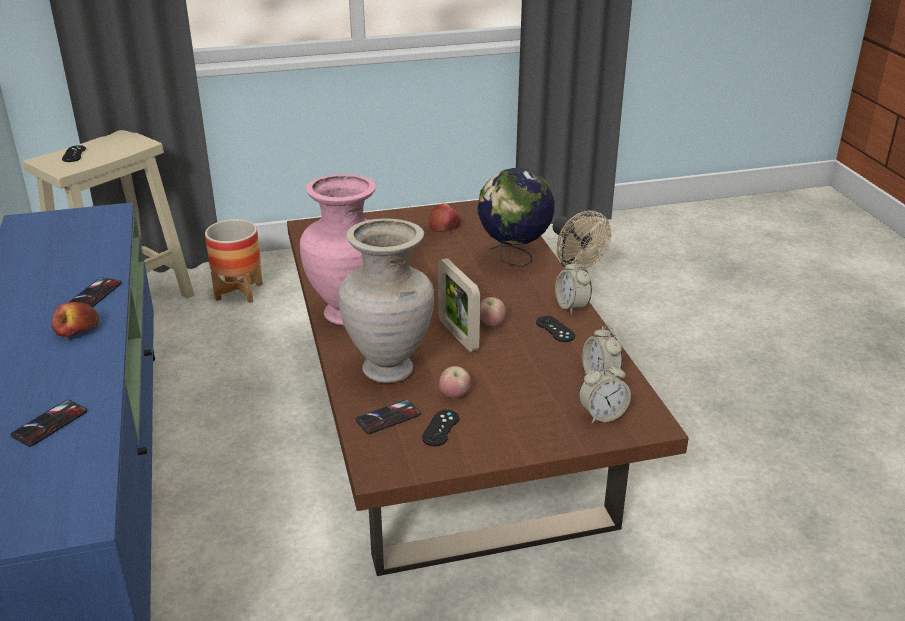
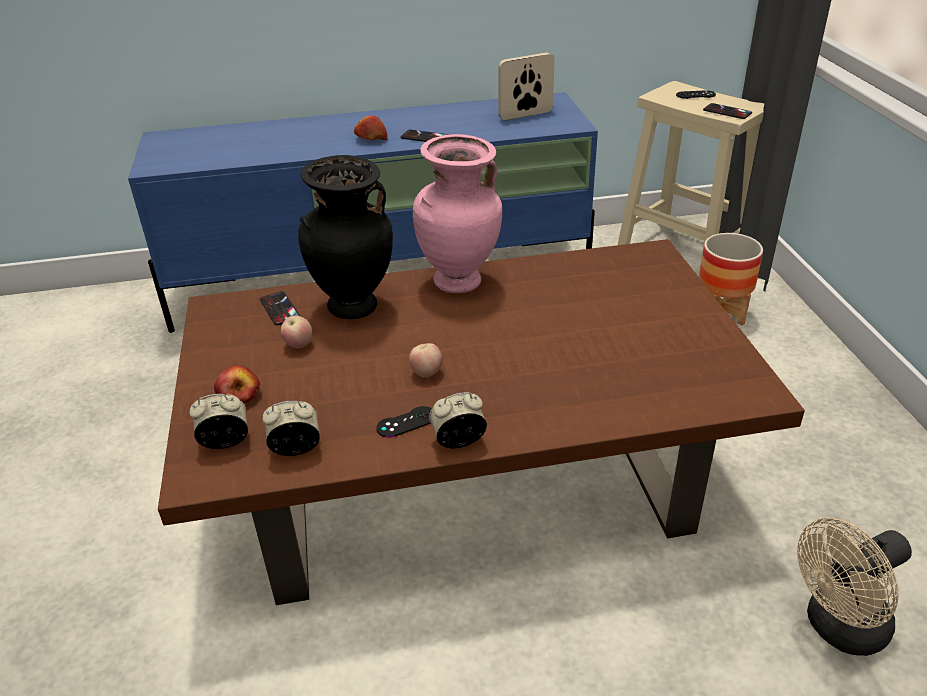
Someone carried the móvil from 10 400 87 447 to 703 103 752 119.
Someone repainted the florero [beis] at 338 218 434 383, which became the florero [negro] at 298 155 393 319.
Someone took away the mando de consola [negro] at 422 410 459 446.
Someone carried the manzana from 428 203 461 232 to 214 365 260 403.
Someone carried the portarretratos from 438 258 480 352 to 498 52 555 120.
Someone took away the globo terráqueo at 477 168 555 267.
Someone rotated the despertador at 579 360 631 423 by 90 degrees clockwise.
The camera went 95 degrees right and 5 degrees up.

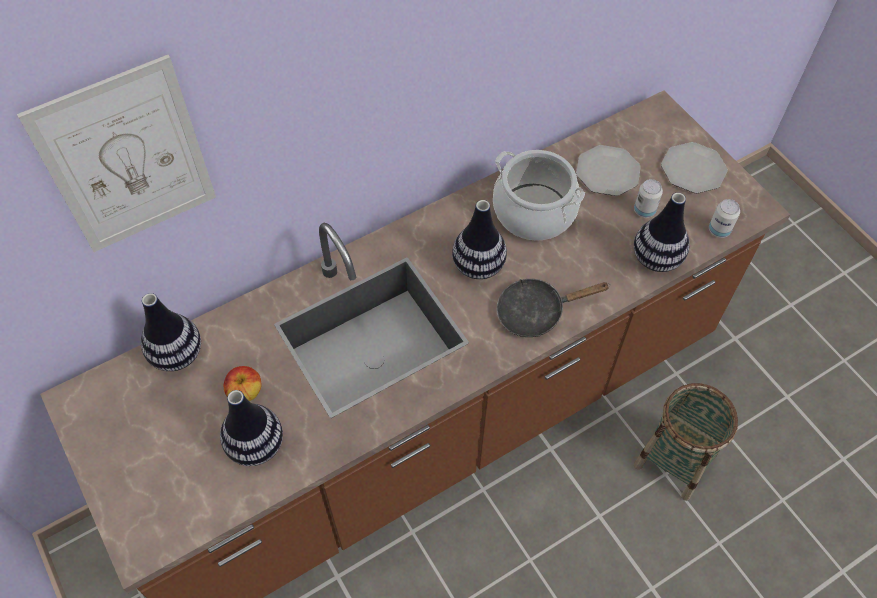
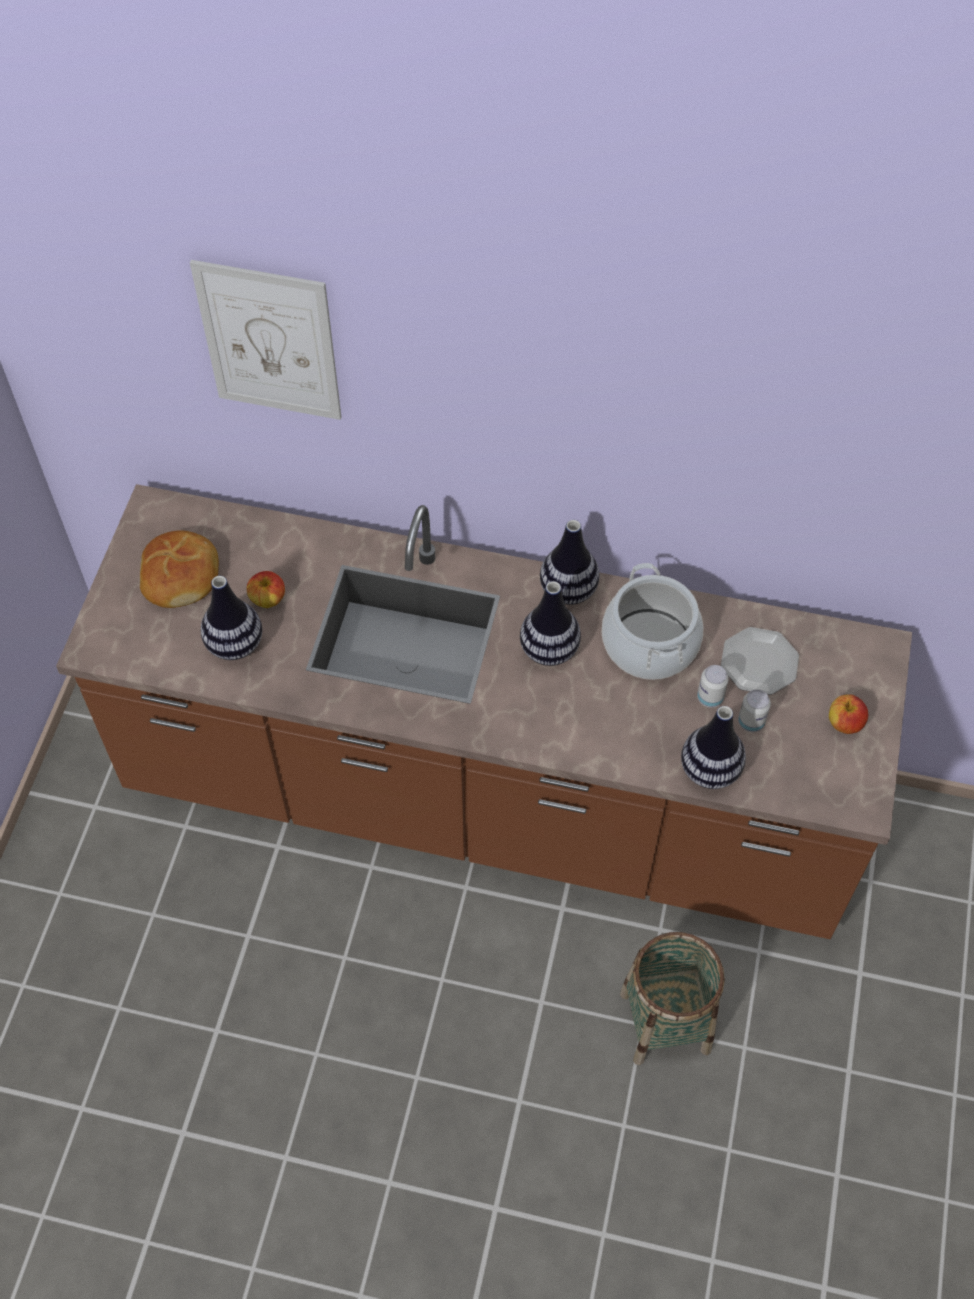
Someone carried the florero from 141 293 201 371 to 540 520 599 605.
Someone took away the sartén [negro] at 497 279 610 337.
Someone swapped the plato at 661 142 728 193 for the manzana at 829 694 868 734.
Someone carried the lata from 709 199 740 238 to 697 665 729 708.
Someone put down the pan at 140 530 219 608.
The camera went 45 degrees right and 0 degrees up.

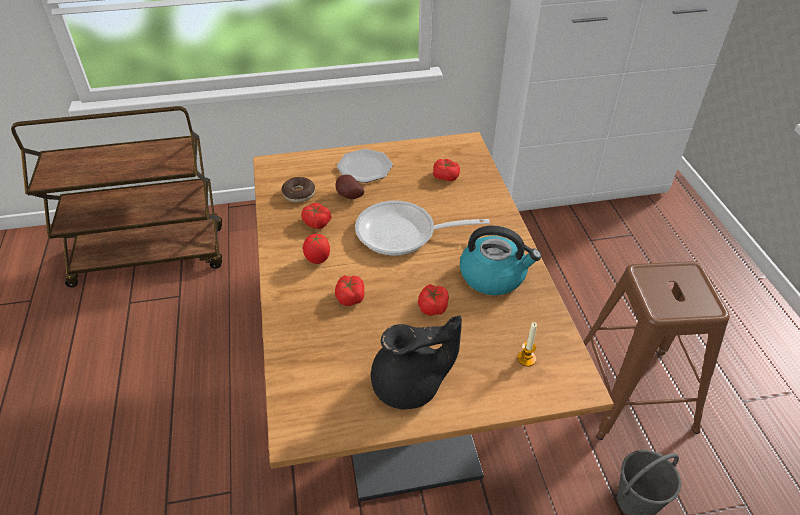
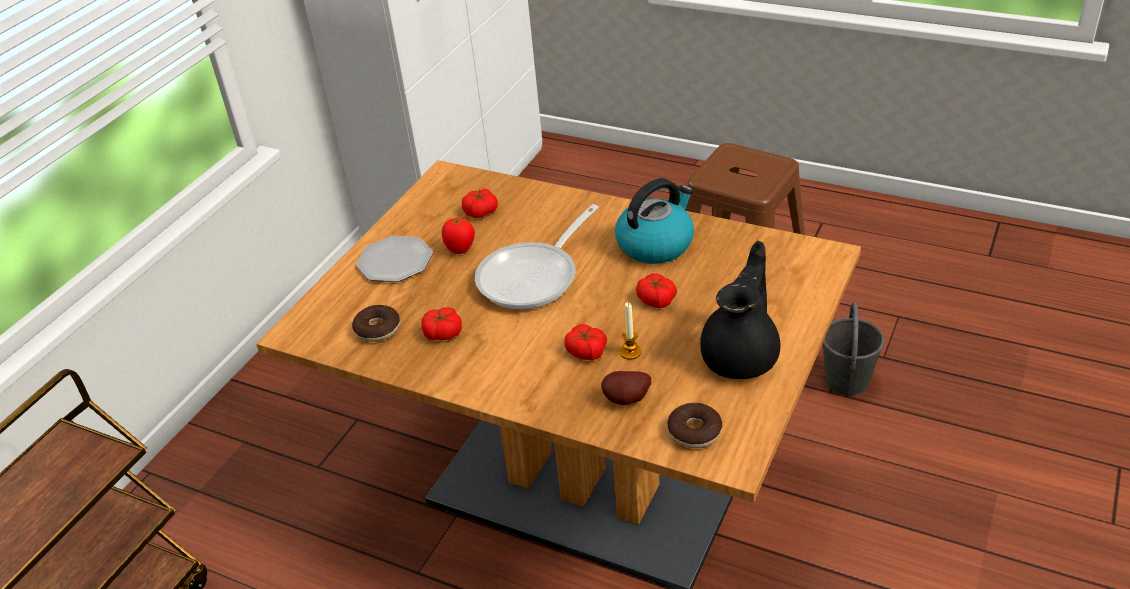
Someone carried the tomate from 303 234 330 264 to 442 218 475 254.
Someone carried the patata from 336 174 364 199 to 601 371 651 405.
Someone carried the vela from 517 322 537 367 to 620 302 641 360.
Someone put down the rosquilla at 667 403 722 448.
The camera went 50 degrees left and 5 degrees down.

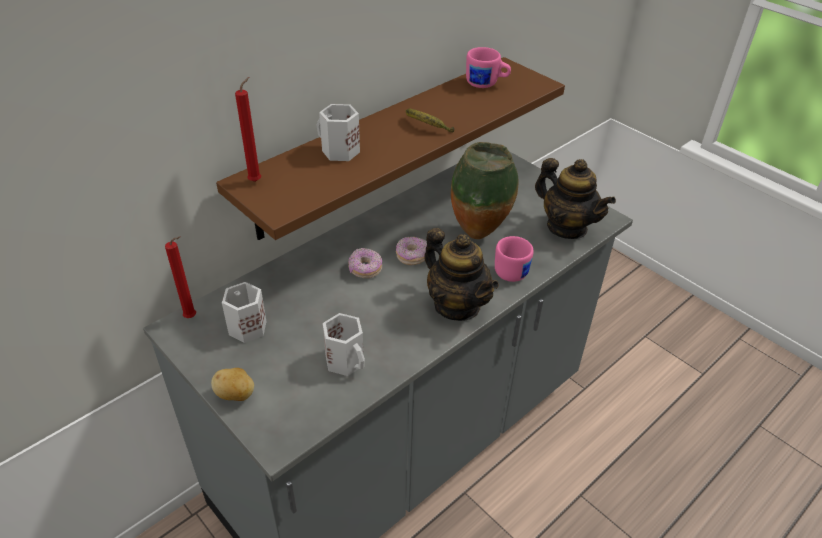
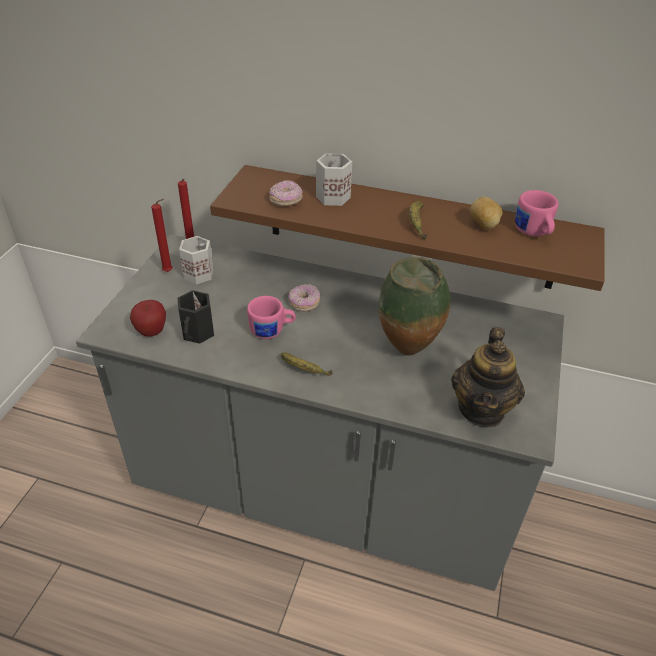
Someone carried the patata from 211 368 254 401 to 470 197 503 230.
Someone carried the vela [rojo] from 235 77 261 182 to 151 199 173 272.
Someone repainted the taza grande [blanco] at 323 313 365 376, which became the taza grande [negro] at 177 290 214 344.
Someone carried the rosquilla from 396 237 427 265 to 269 180 303 206.
Someone swapped the tetera at 424 228 499 321 for the plátano at 280 352 333 376.
Someone carried the taza grande [rosa] from 495 236 534 282 to 247 296 296 339.
Someone put down the manzana at 130 300 166 337.
The camera went 60 degrees right and 0 degrees up.

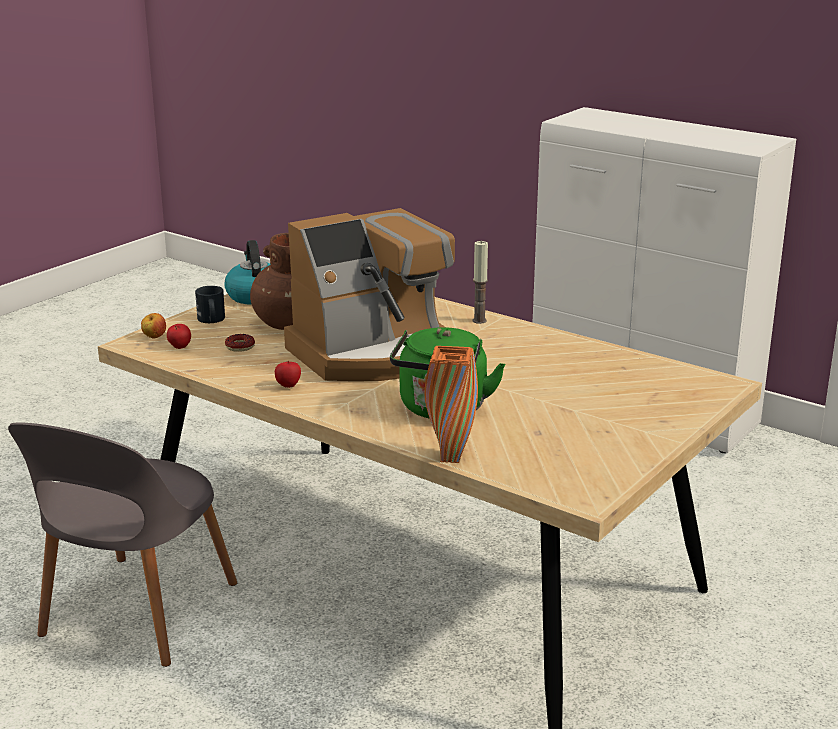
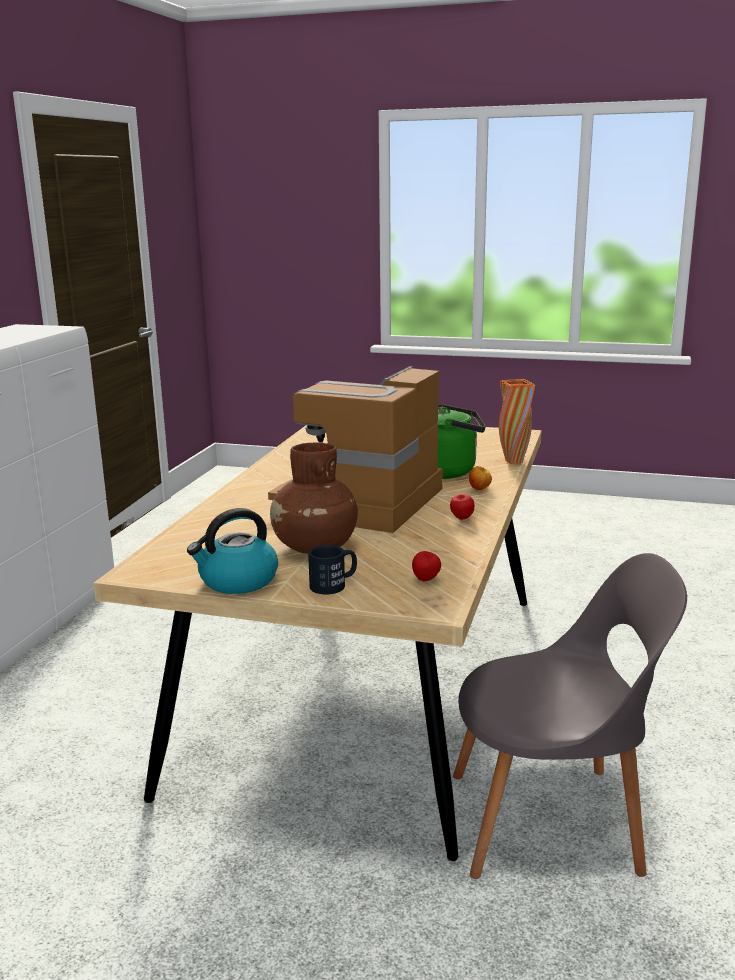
Someone carried the manzana from 141 313 166 339 to 469 466 492 490.
Someone took away the rosquilla at 225 334 255 352.
Someone rotated the cafetera at 284 208 455 381 by 105 degrees counterclockwise.
Someone took away the vela at 473 241 488 324.
The camera went 110 degrees left and 5 degrees down.

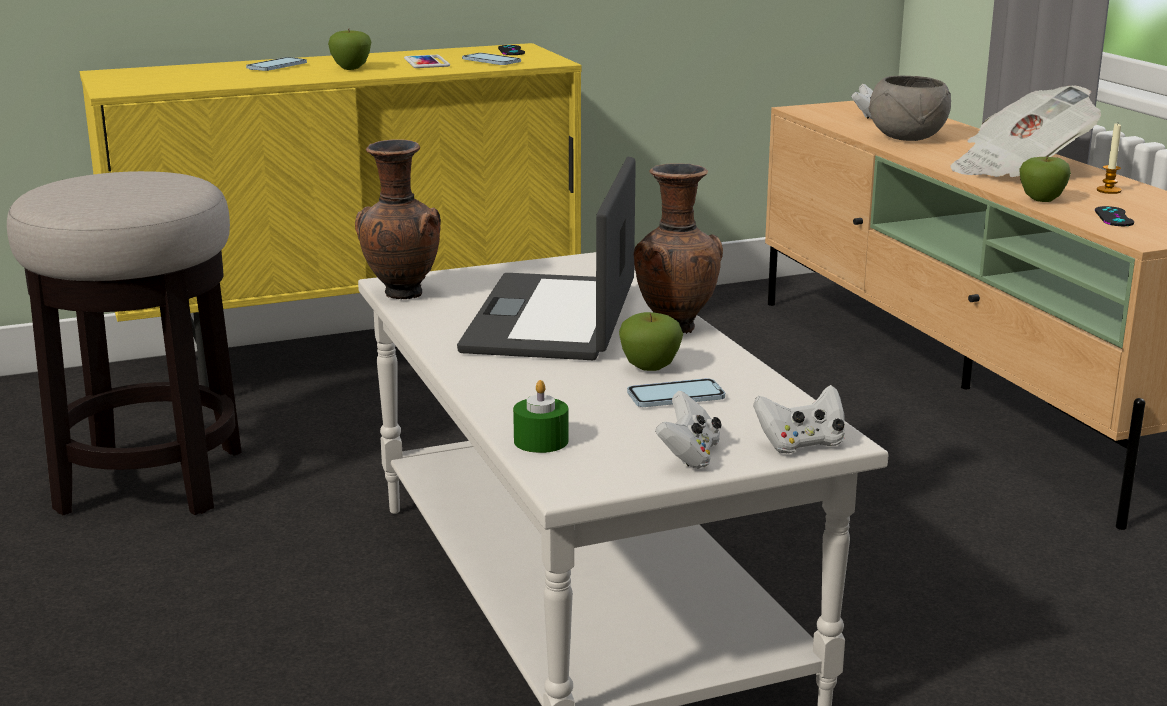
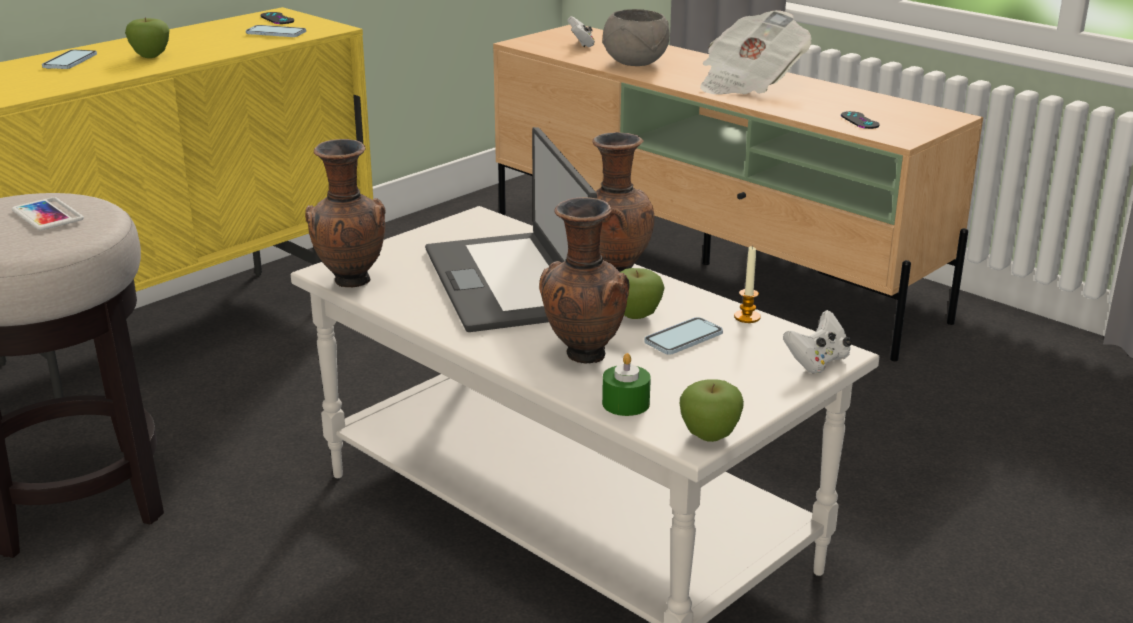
Someone carried the móvil from 404 55 450 68 to 12 197 84 230.
Someone took away the mando de consola [blanco] at 655 391 722 469.
Someone carried the manzana from 1019 156 1071 202 to 680 379 744 442.
Someone carried the vela from 1097 123 1121 194 to 734 245 761 323.
Someone put down the florero [marrón] at 539 197 630 364.
The camera went 25 degrees left and 5 degrees up.

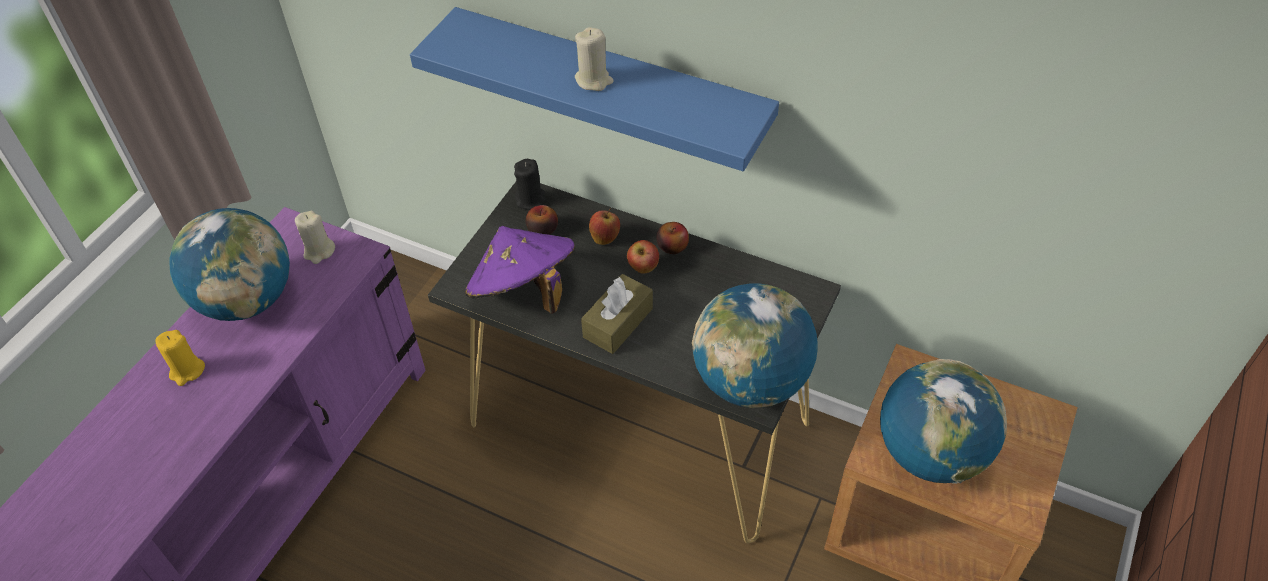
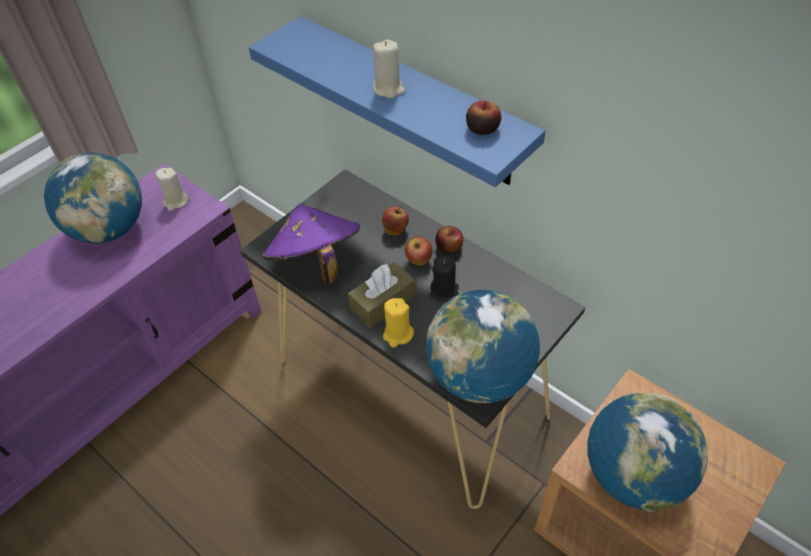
Someone carried the vela [amarillo] from 155 330 205 386 to 383 298 414 347.
Someone carried the vela [negro] from 514 159 547 210 to 430 256 459 302.
Someone carried the manzana from 526 205 558 235 to 466 101 501 135.
The camera went 15 degrees right and 0 degrees up.

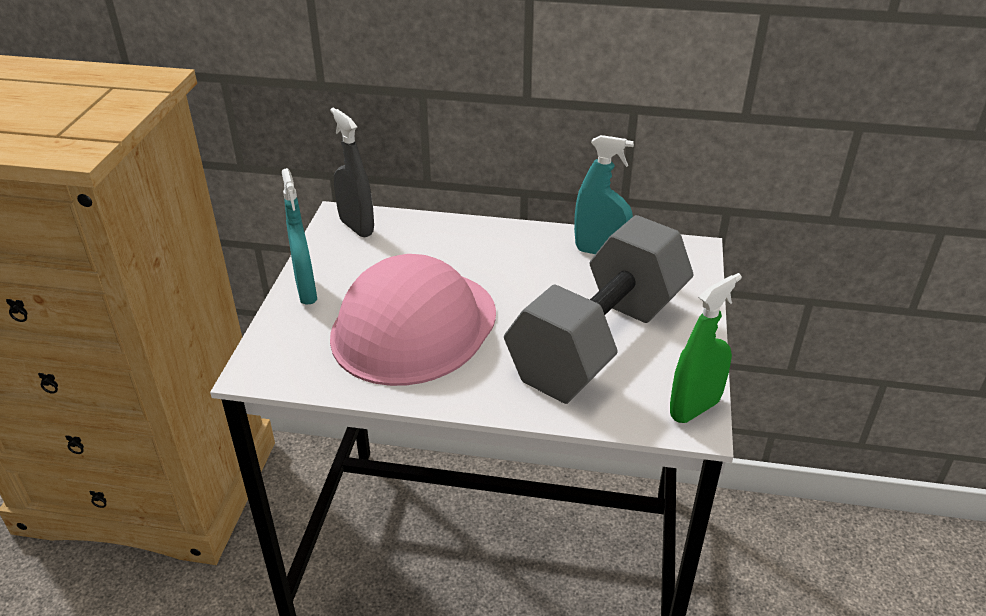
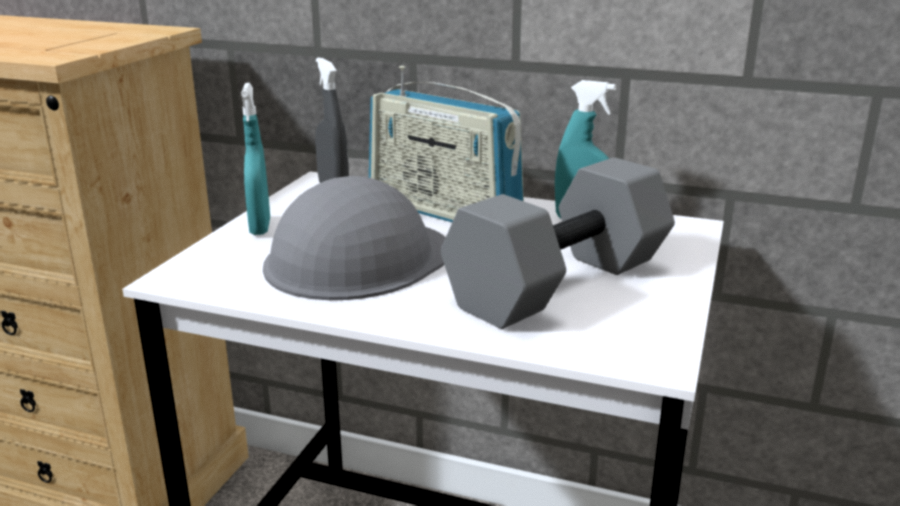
Someone repainted the casco [rosa] at 330 254 496 386, which became the casco [gris] at 263 176 446 300.
Someone took away the pulverizador [verde] at 670 273 742 423.
Someone put down the radio at 369 66 524 222.
The camera went 10 degrees right and 15 degrees down.

